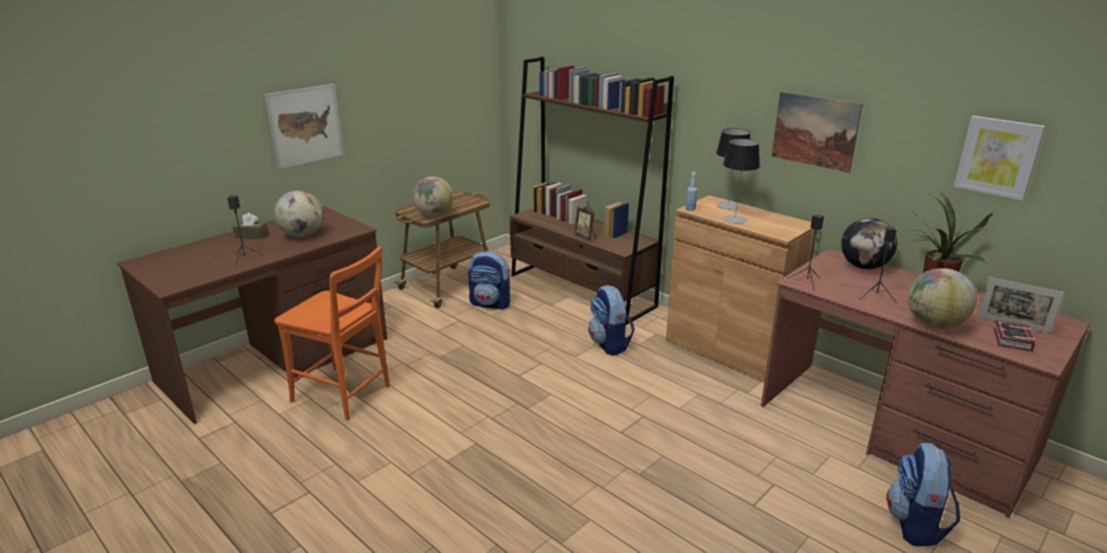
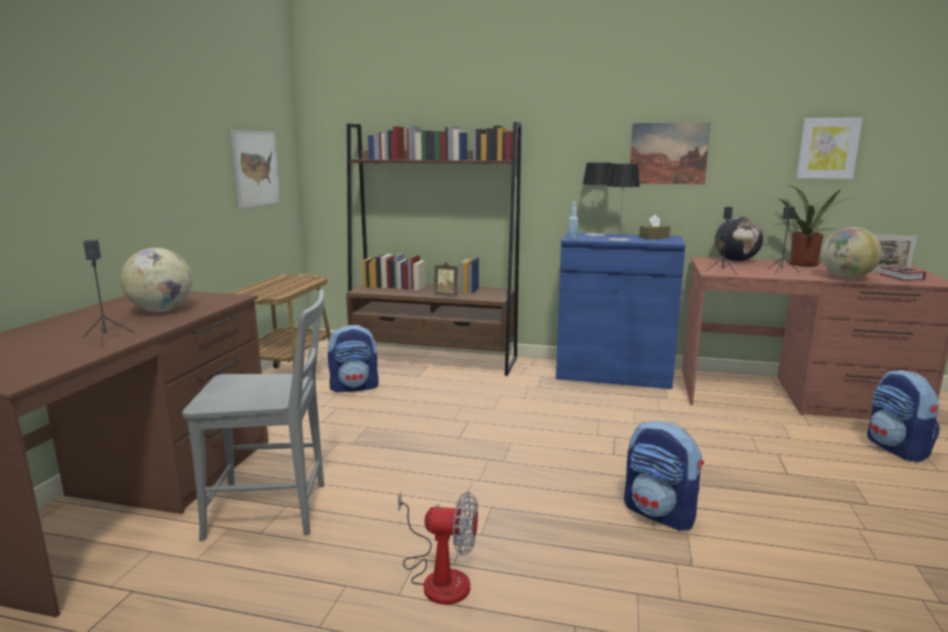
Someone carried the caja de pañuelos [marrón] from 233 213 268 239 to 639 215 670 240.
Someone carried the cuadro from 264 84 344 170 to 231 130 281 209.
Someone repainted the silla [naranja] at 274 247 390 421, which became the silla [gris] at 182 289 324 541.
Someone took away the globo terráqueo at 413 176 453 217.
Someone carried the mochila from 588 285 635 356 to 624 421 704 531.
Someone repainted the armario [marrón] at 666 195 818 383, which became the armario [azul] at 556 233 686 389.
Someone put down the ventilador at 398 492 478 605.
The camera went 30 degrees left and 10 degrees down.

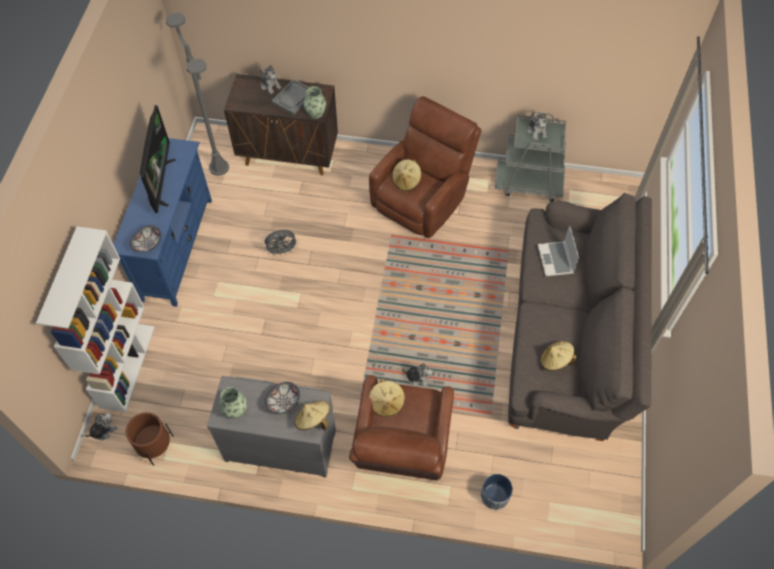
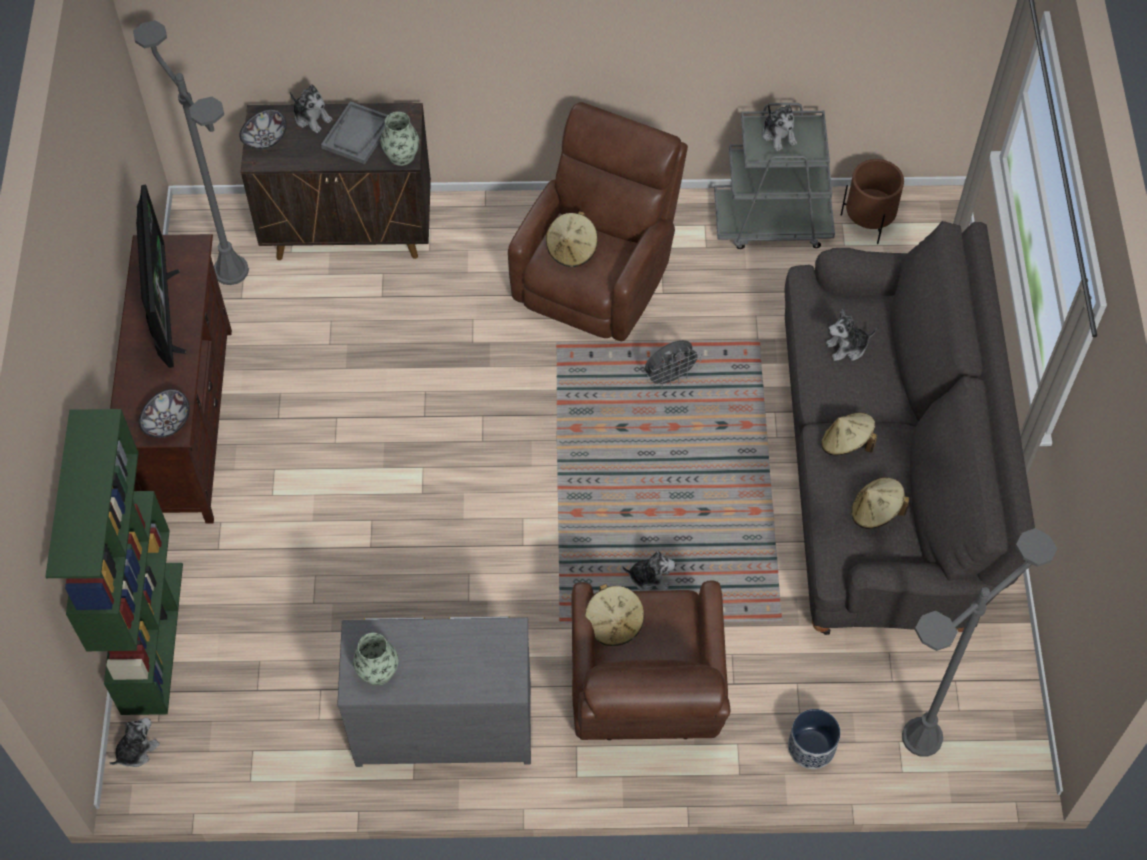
Someone repainted the estantería [blanco] at 36 226 155 412, which became the estantería [verde] at 45 409 183 715.
Someone repainted the mueble de televisión [azul] at 113 138 212 307, which became the mueble de televisión [marrón] at 110 234 232 523.
Someone carried the maceta [marrón] from 126 412 173 466 to 841 159 904 244.
Someone carried the ventilador [gris] from 264 230 299 256 to 645 340 702 388.
Someone carried the cuenco from 265 382 300 414 to 239 109 287 150.
Someone carried the sombrero [beis] from 295 401 330 430 to 821 412 877 456.
Someone swapped the portátil at 538 226 579 277 for the peluche at 826 309 876 361.
Someone put down the lámpara de pie [gris] at 902 528 1058 757.
The camera went 10 degrees left and 0 degrees up.

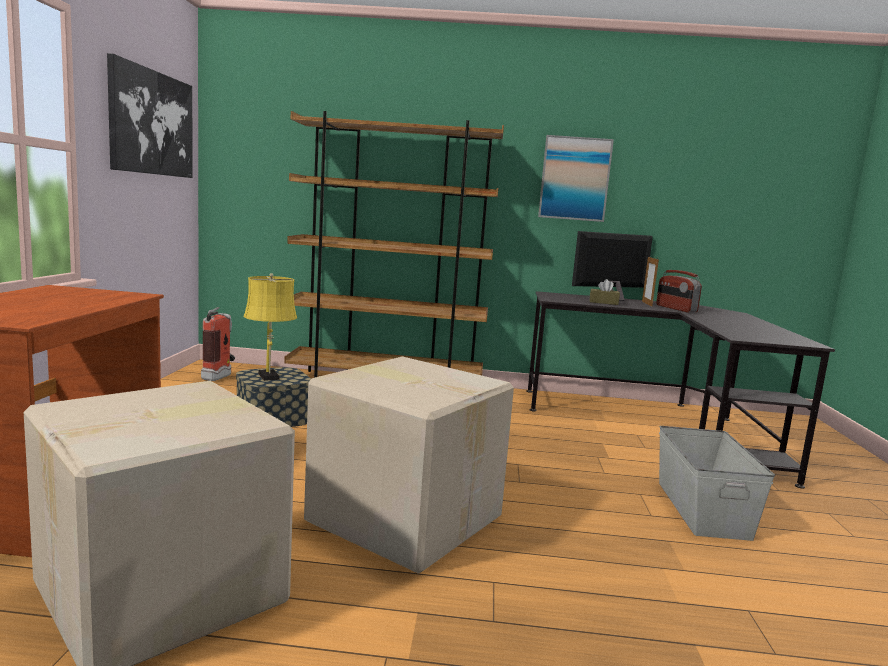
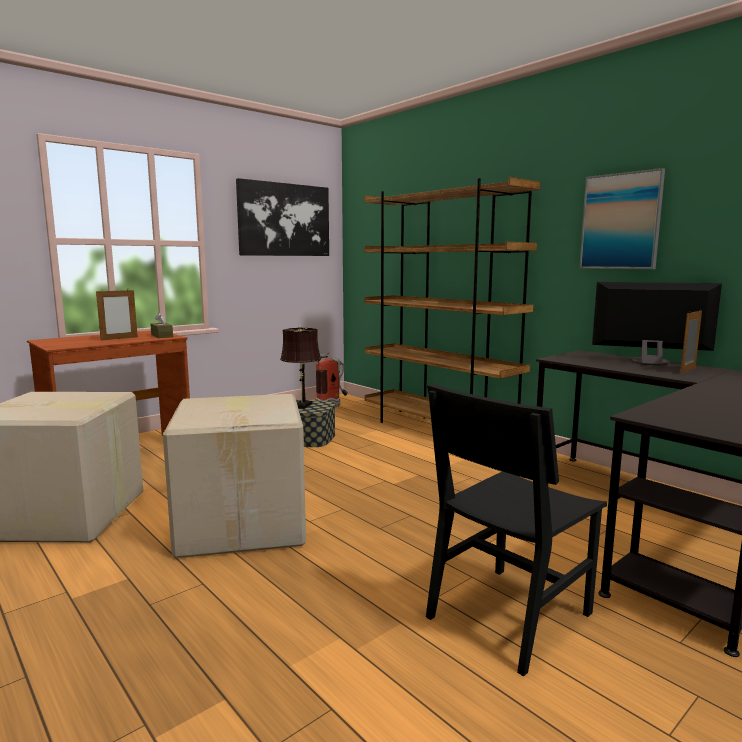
Someone repainted the lámpara de mesa [amarillo] at 244 273 297 381, which became the lámpara de mesa [marrón] at 280 326 321 409.
Someone carried the caja de pañuelos [marrón] from 590 279 620 305 to 150 313 173 338.
Someone took away the radio at 656 270 702 313.
Someone swapped the caja de almacenaje [gris] at 659 426 775 541 for the silla [negro] at 426 383 607 677.
Someone put down the portarretratos at 96 289 138 341.
The camera went 45 degrees right and 0 degrees up.

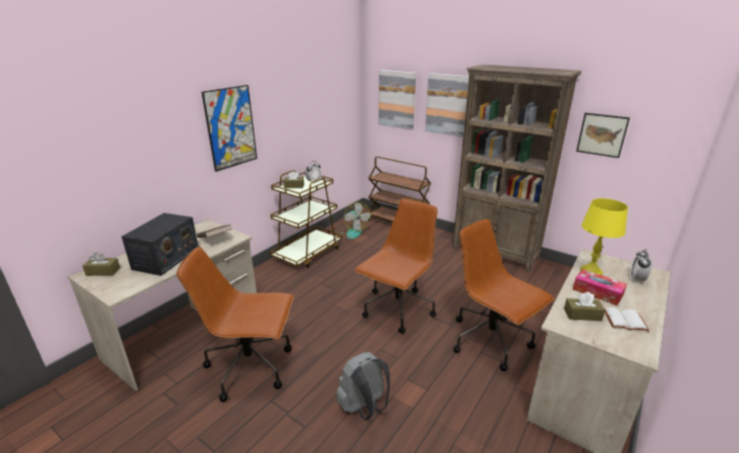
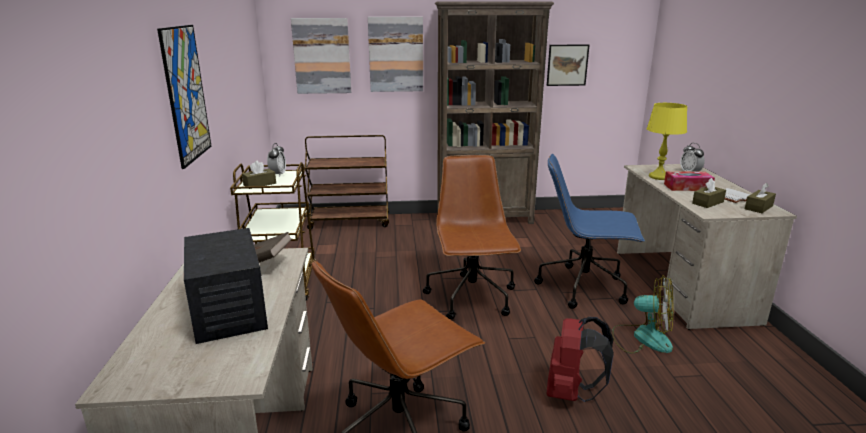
Someone carried the caja de pañuelos [marrón] from 83 252 120 276 to 745 183 776 213.
Someone carried the ventilador from 335 202 371 239 to 612 275 673 354.
Someone repainted the mochila [gris] at 337 352 390 420, which became the mochila [rojo] at 547 317 614 402.
Someone repainted the silla de oficina [marrón] at 453 219 555 371, which became the silla de oficina [azul] at 534 154 645 309.
The camera went 40 degrees left and 5 degrees down.

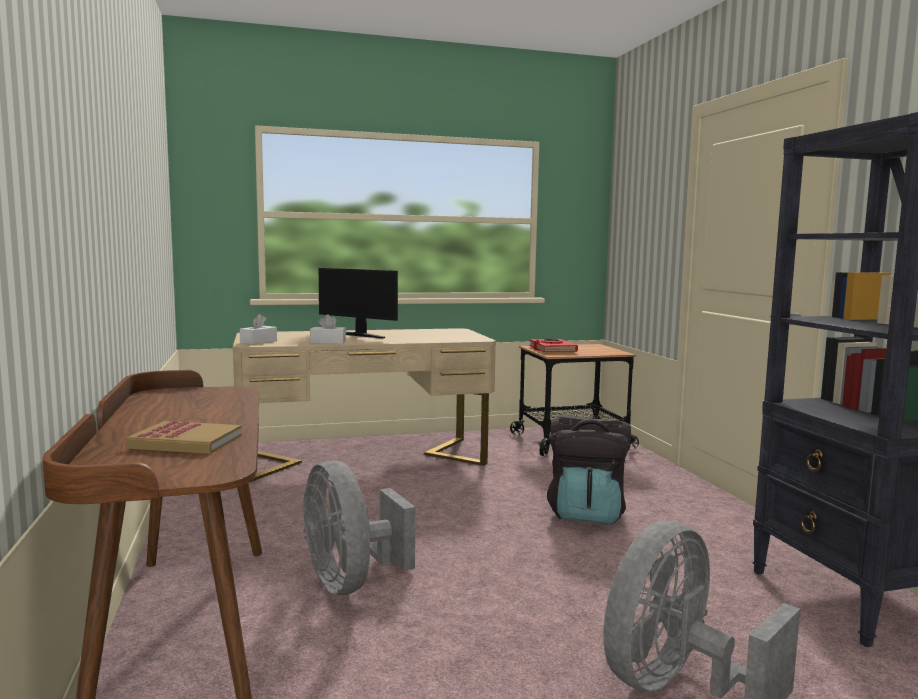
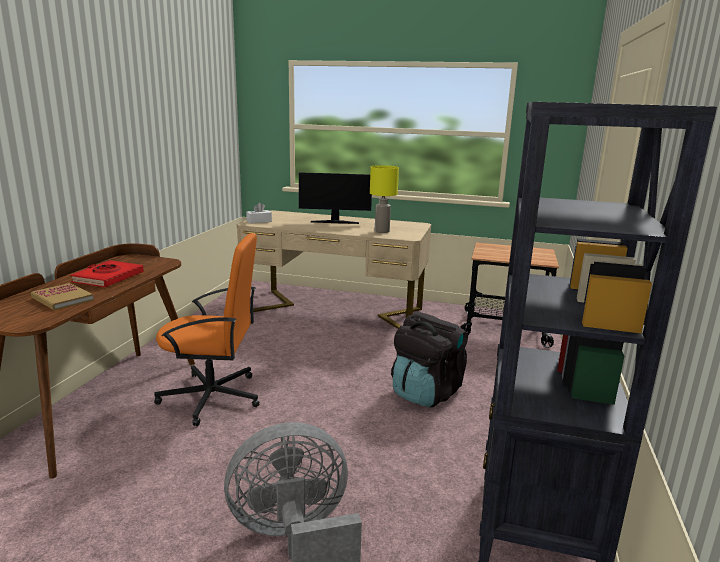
Someone swapped the ventilador [gris] at 303 461 415 595 for the silla de oficina [naranja] at 154 233 260 426.
Someone took away the caja de pañuelos [blanco] at 310 315 346 344.
Someone rotated the monitor at 319 268 398 339 by 60 degrees counterclockwise.
Someone carried the libro [rojo] from 529 339 578 352 to 70 260 144 287.
Someone put down the lámpara de mesa [amarillo] at 370 165 399 233.
The camera went 30 degrees right and 10 degrees up.

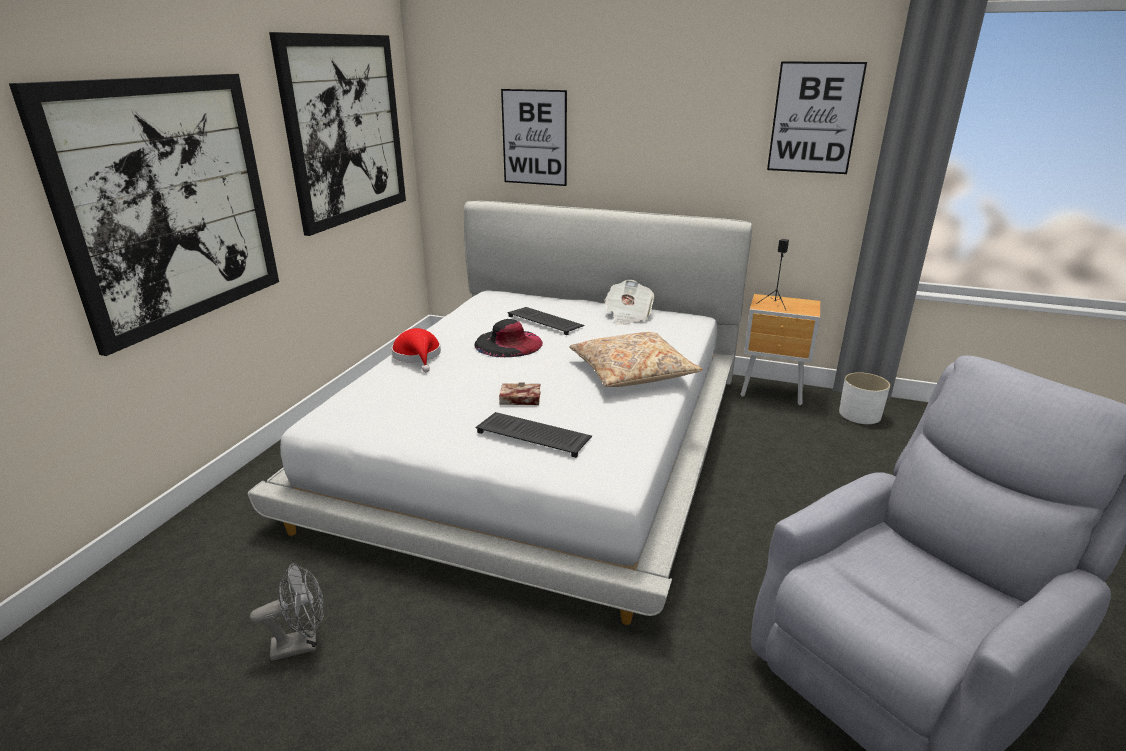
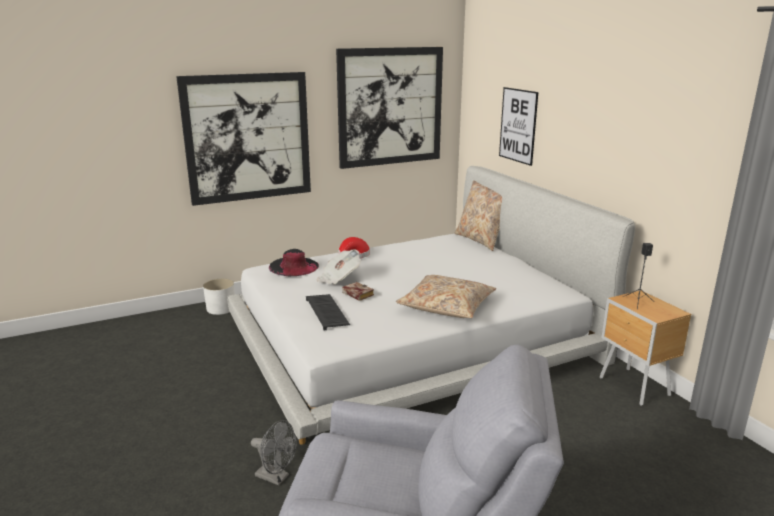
Someone carried the ventilador [gris] from 250 563 324 661 to 251 420 297 485.
Someone carried the sombrero [negro] from 474 319 543 357 to 269 249 319 276.
Someone took away the teclado at 508 307 585 335.
Someone carried the periódico from 605 280 655 325 to 317 250 361 284.
Someone took away the cuadro at 767 61 867 174.
Someone carried the maceta [blanco] from 839 372 890 424 to 203 279 235 315.
Someone put down the cojín [beis] at 455 180 502 251.
The camera went 45 degrees right and 5 degrees down.

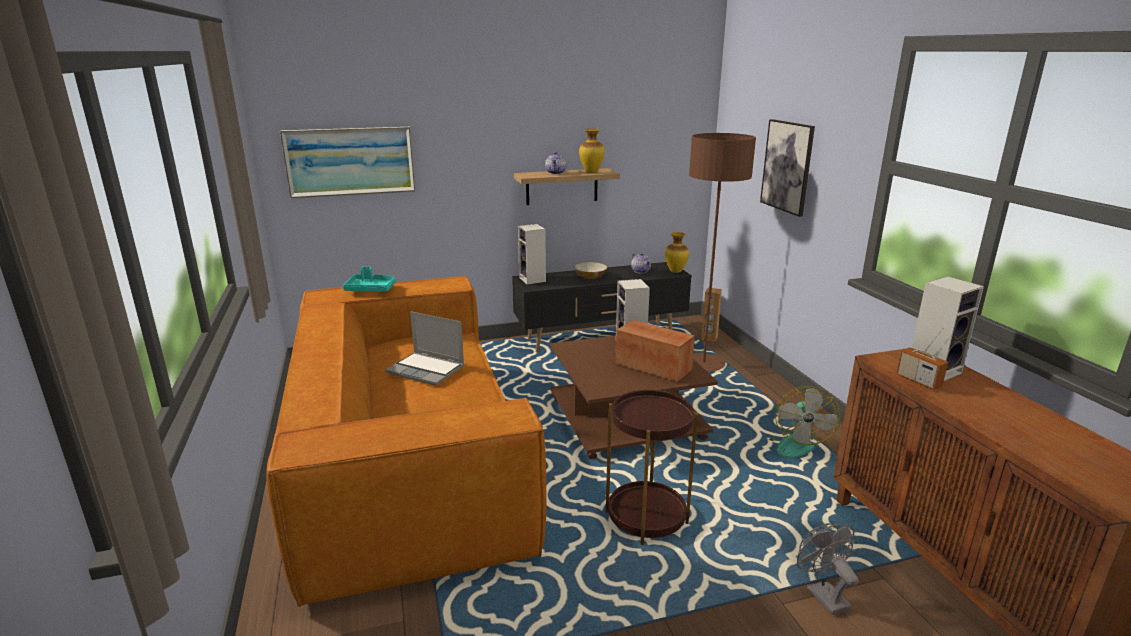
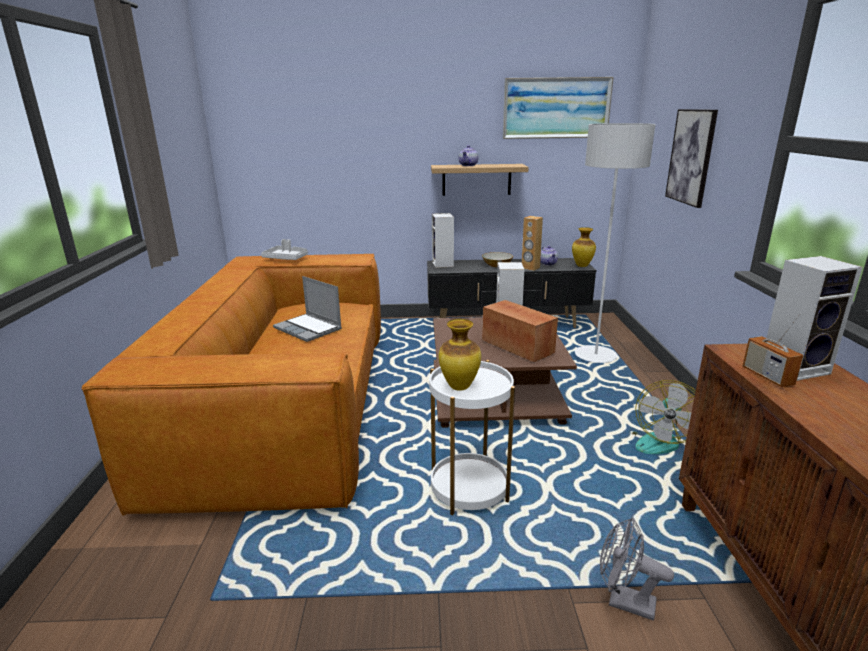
Someone carried the cuadro from 280 127 415 198 to 503 77 614 139.
Someone repainted the bandeja [turquesa] at 343 267 395 291, which became the bandeja [gris] at 261 239 308 260.
Someone carried the florero from 579 129 605 173 to 439 319 481 391.
Someone repainted the mesa auxiliar [marrón] at 606 388 698 545, which became the mesa auxiliar [blanco] at 429 360 515 515.
Someone repainted the lámpara de pie [marrón] at 689 133 756 371, which became the lámpara de pie [gris] at 575 123 656 363.
Someone carried the altavoz [marrón] from 701 288 722 342 to 522 216 543 271.
Someone rotated the ventilador [gris] at 797 523 858 615 by 60 degrees counterclockwise.
The camera went 15 degrees right and 0 degrees up.

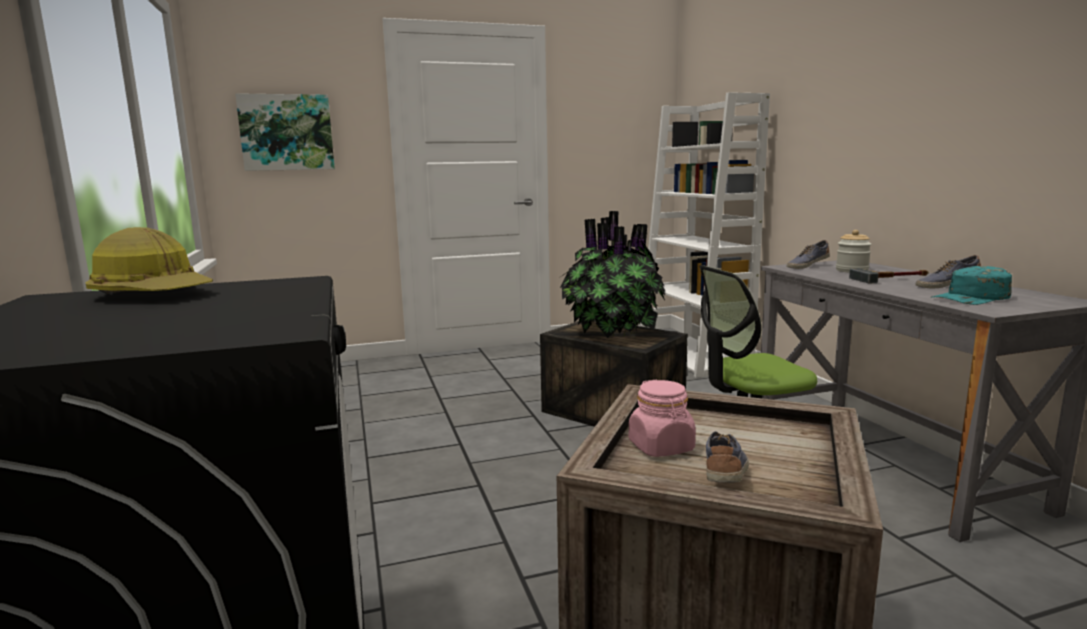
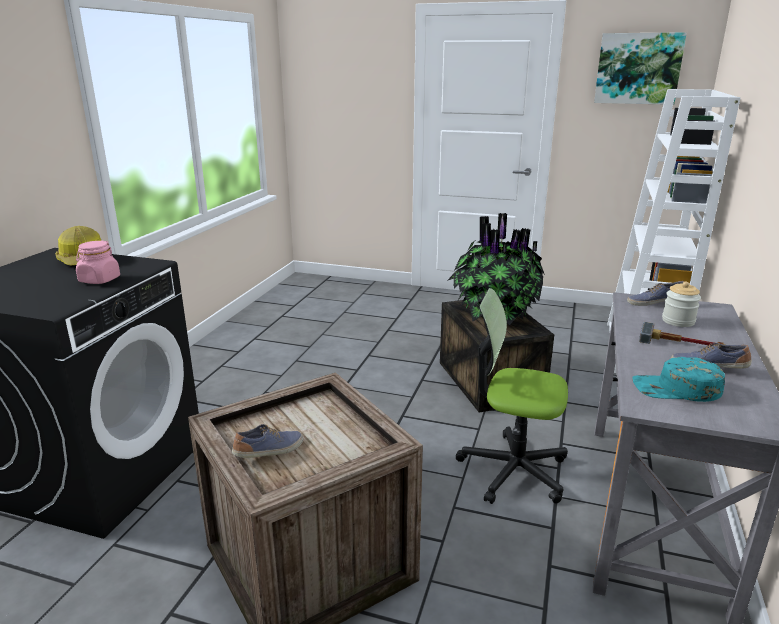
Someone carried the cuadro from 235 93 335 171 to 594 32 687 105.
Someone carried the tarro [rosa] from 629 380 696 457 to 76 241 120 284.
The camera went 35 degrees right and 10 degrees up.

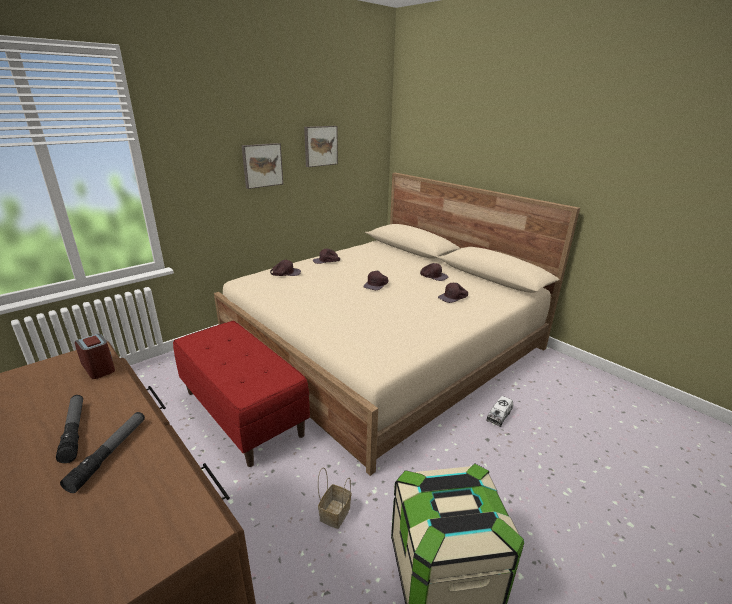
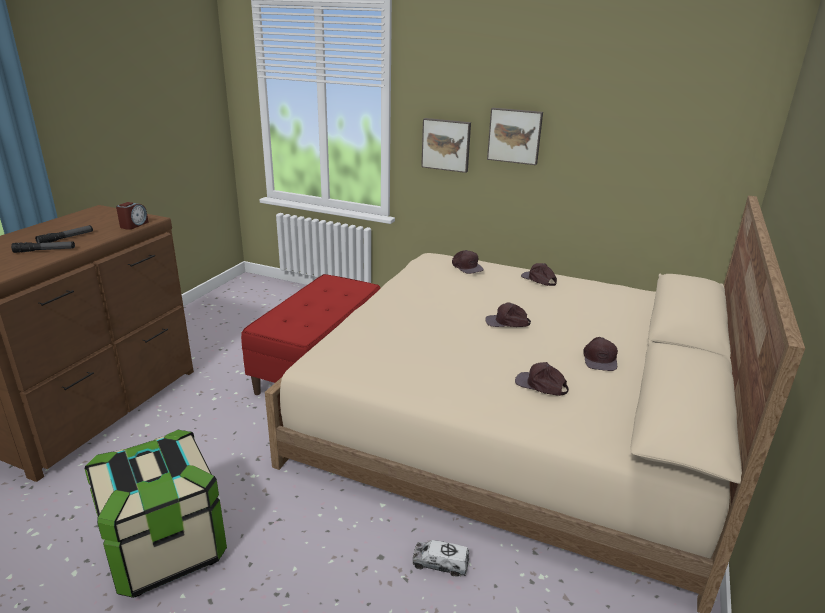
Someone carried the cuadro from 304 126 338 167 to 421 118 471 173.
Someone took away the cesta at 318 468 352 529.
The camera went 65 degrees right and 0 degrees up.

